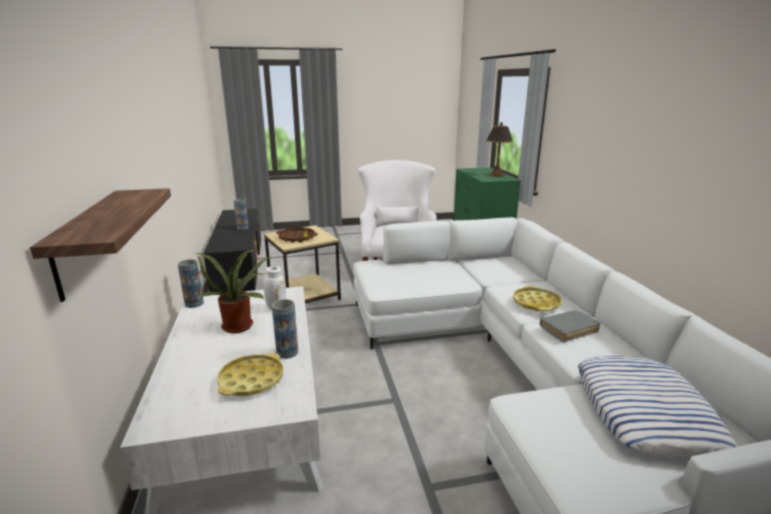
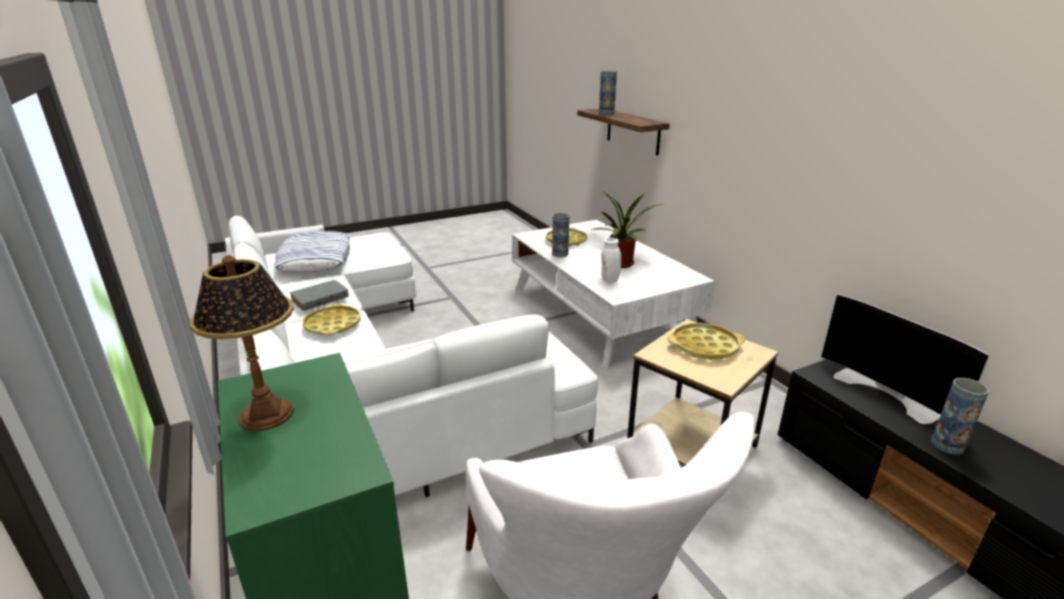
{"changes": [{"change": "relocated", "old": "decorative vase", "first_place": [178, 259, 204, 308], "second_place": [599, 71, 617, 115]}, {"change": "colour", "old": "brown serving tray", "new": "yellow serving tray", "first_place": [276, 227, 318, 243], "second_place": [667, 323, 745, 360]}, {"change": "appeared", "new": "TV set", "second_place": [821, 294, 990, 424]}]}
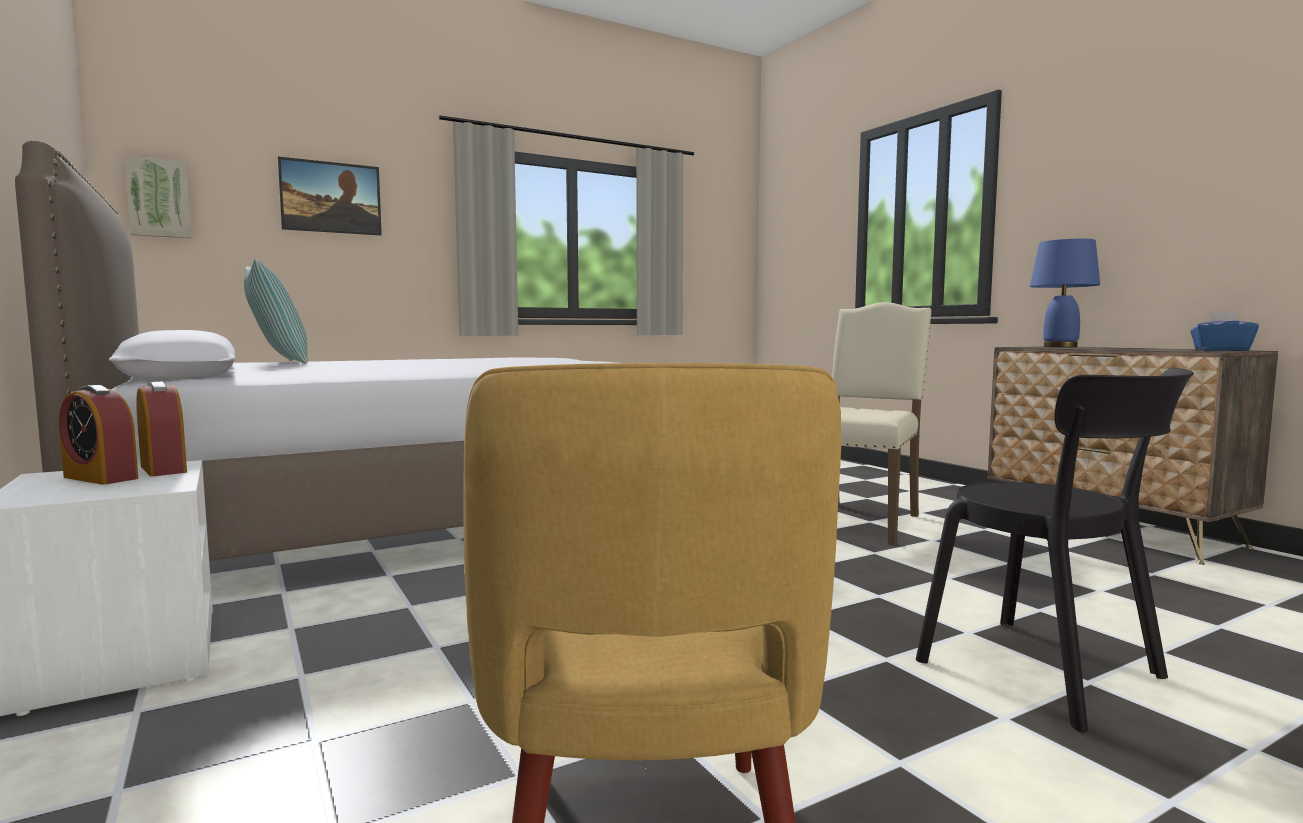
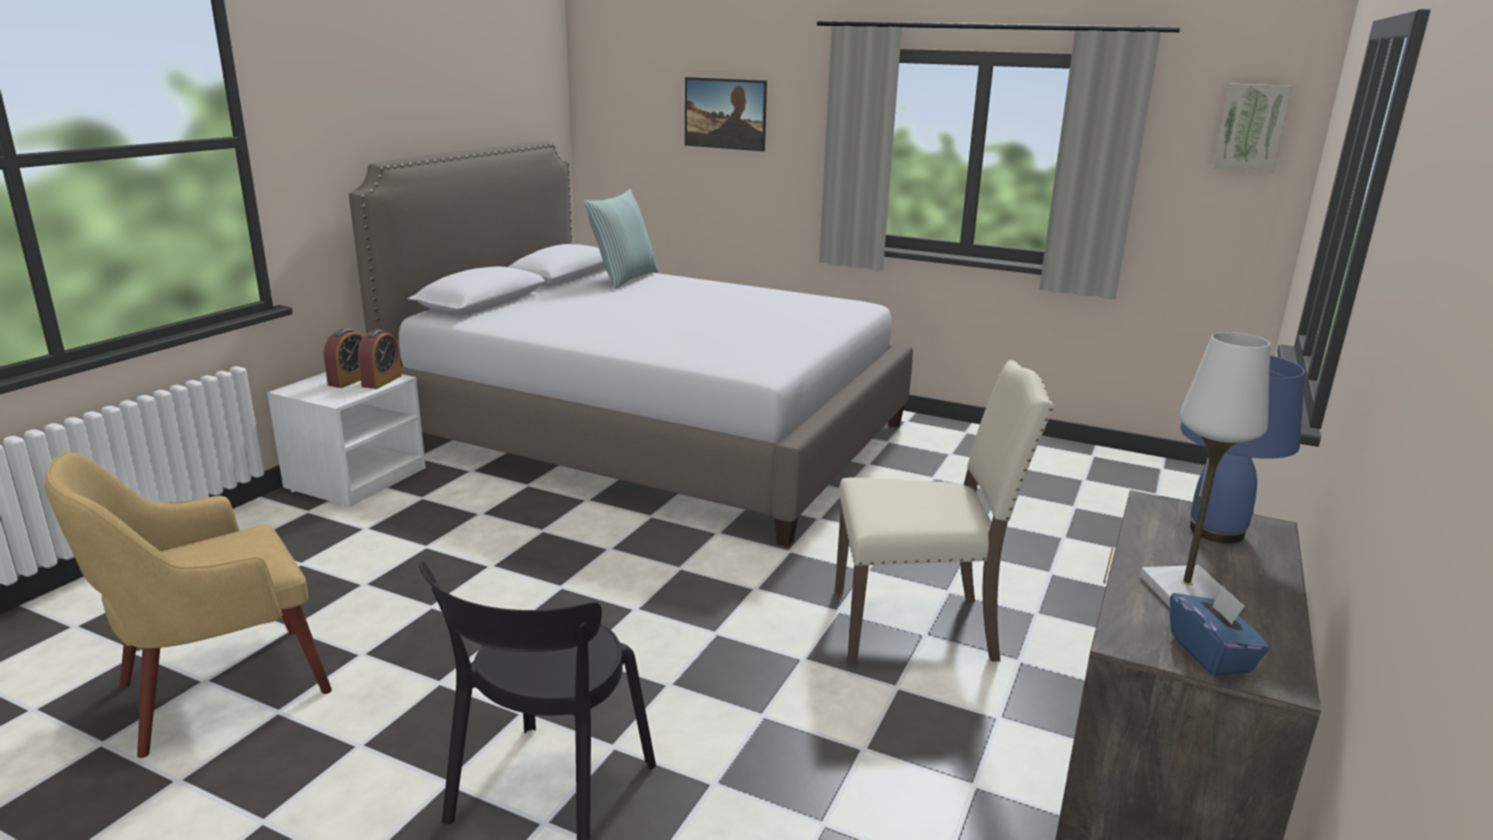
{"changes": [{"change": "spun", "old": "table clock", "first_place": [59, 385, 138, 485], "second_place": [324, 329, 363, 388], "degrees": -150}, {"change": "appeared", "new": "white lamp for a table", "second_place": [1140, 332, 1270, 607]}, {"change": "relocated", "old": "wall picture", "first_place": [124, 155, 192, 238], "second_place": [1213, 83, 1292, 173]}]}
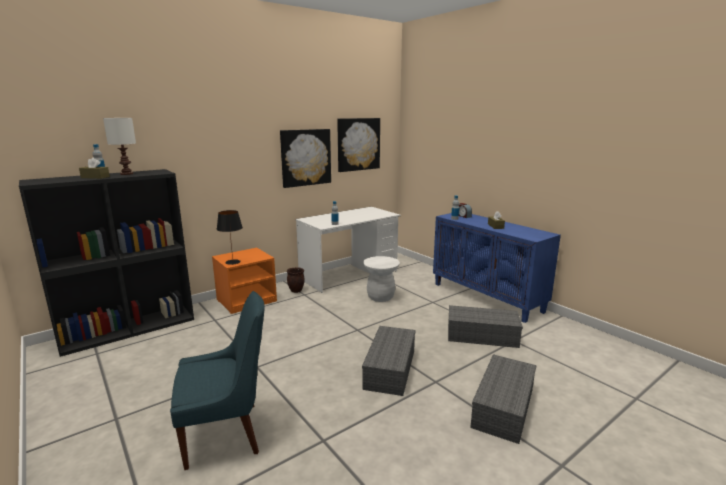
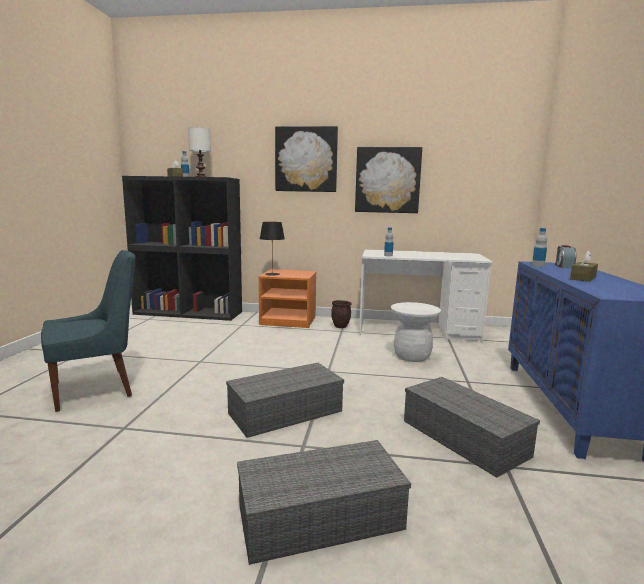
{"changes": [{"change": "spun", "old": "blue-coloured plain chair", "first_place": [170, 291, 265, 470], "second_place": [41, 250, 136, 412], "degrees": -60}, {"change": "relocated", "old": "wall picture", "first_place": [337, 118, 380, 172], "second_place": [275, 126, 338, 192]}]}
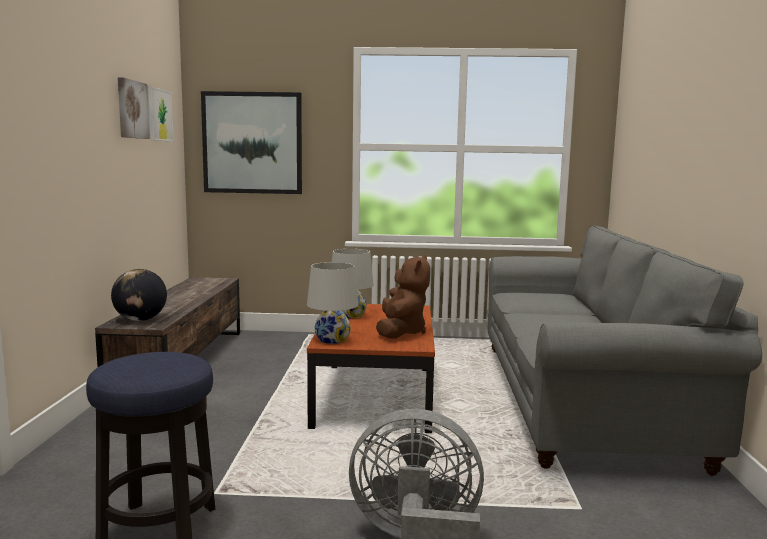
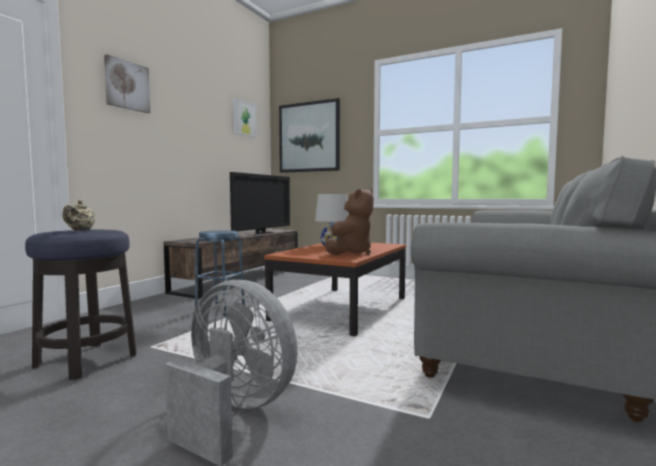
{"changes": [{"change": "appeared", "new": "sand-coloured pot for tea", "second_place": [62, 200, 95, 231]}, {"change": "relocated", "old": "wall picture", "first_place": [118, 77, 150, 139], "second_place": [104, 54, 150, 113]}, {"change": "appeared", "new": "blue-coloured sitting stool", "second_place": [195, 230, 245, 317]}, {"change": "appeared", "new": "TV set", "second_place": [230, 172, 290, 235]}, {"change": "missing", "old": "world globe", "first_place": [111, 269, 167, 321]}, {"change": "missing", "old": "white lamp for a table", "first_place": [307, 262, 358, 344]}]}
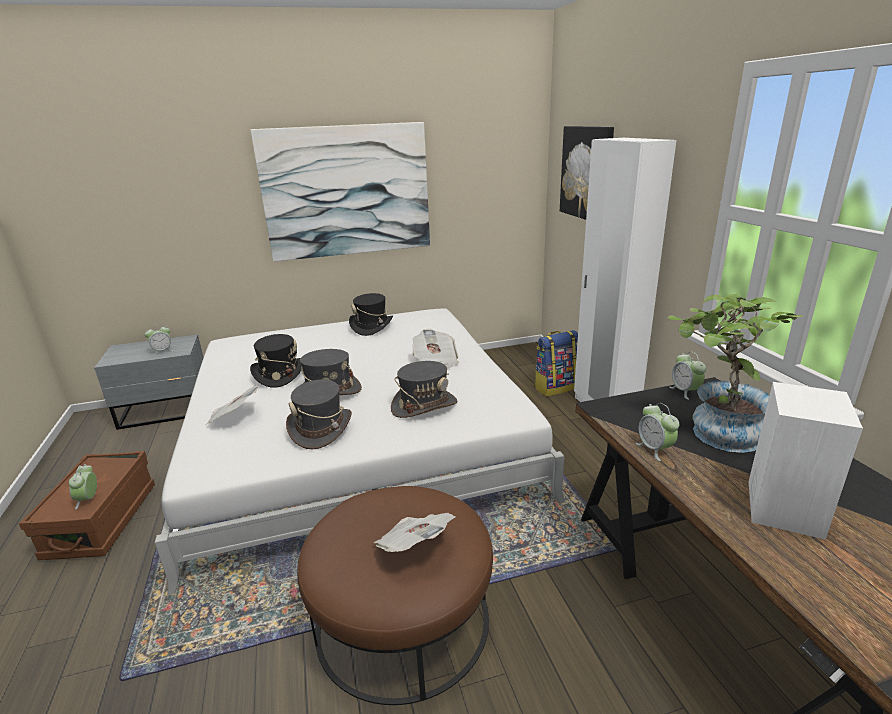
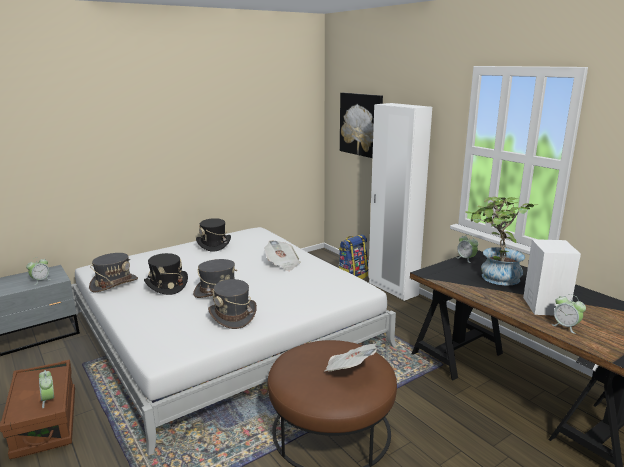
{"changes": [{"change": "relocated", "old": "greyish wearable hat", "first_place": [391, 361, 458, 418], "second_place": [89, 253, 138, 292]}, {"change": "relocated", "old": "table clock", "first_place": [636, 403, 679, 461], "second_place": [551, 294, 586, 334]}, {"change": "missing", "old": "daily paper", "first_place": [207, 384, 259, 424]}, {"change": "missing", "old": "wall picture", "first_place": [250, 122, 430, 262]}]}
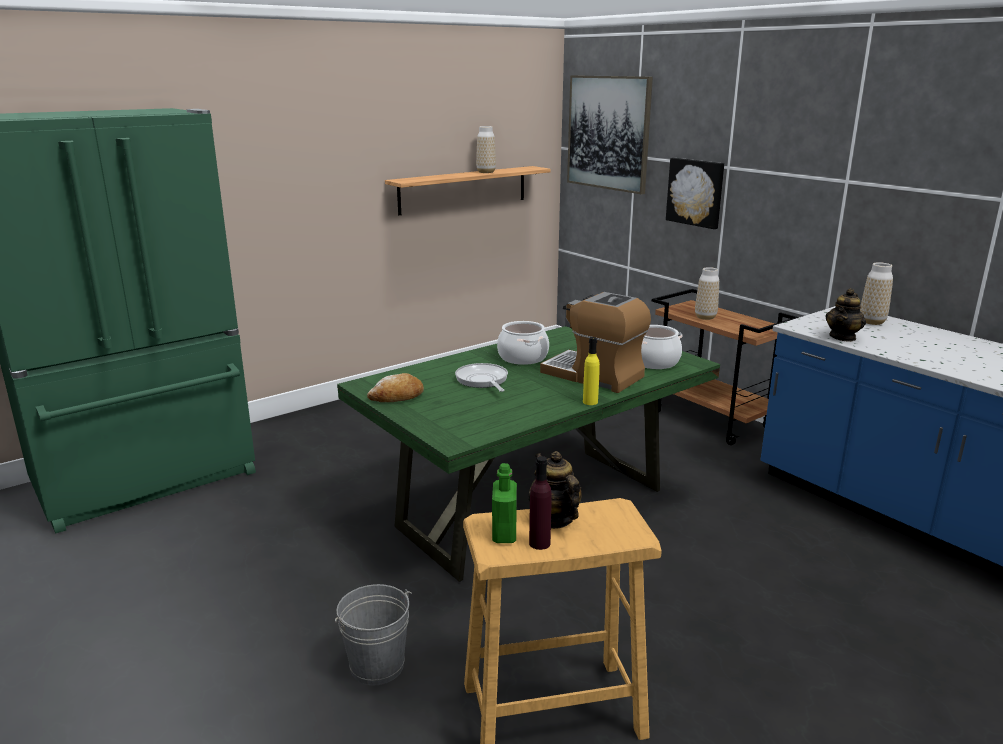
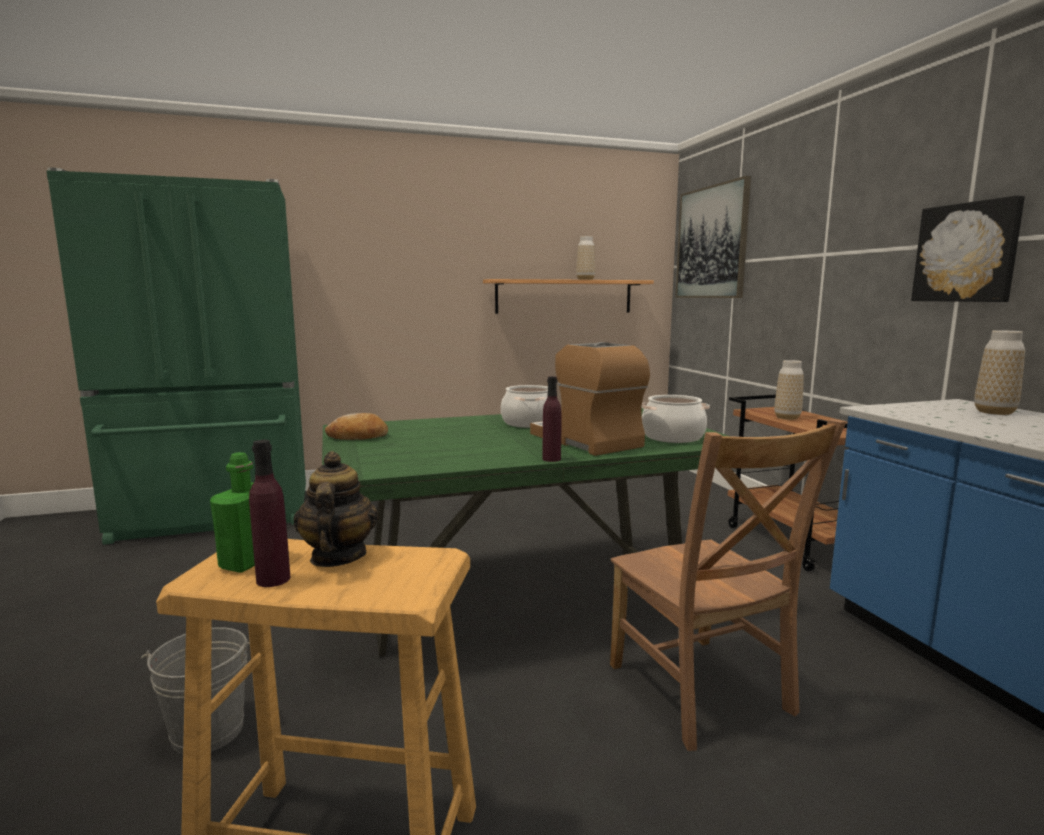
{"changes": [{"change": "colour", "old": "yellow beverage bottle", "new": "purple beverage bottle", "first_place": [583, 337, 600, 405], "second_place": [542, 376, 562, 462]}, {"change": "appeared", "new": "brown plain chair", "second_place": [610, 419, 846, 751]}, {"change": "relocated", "old": "wall picture", "first_place": [666, 158, 724, 229], "second_place": [911, 195, 1025, 302]}, {"change": "missing", "old": "skillet", "first_place": [455, 363, 508, 392]}, {"change": "missing", "old": "pot for tea", "first_place": [825, 288, 866, 342]}]}
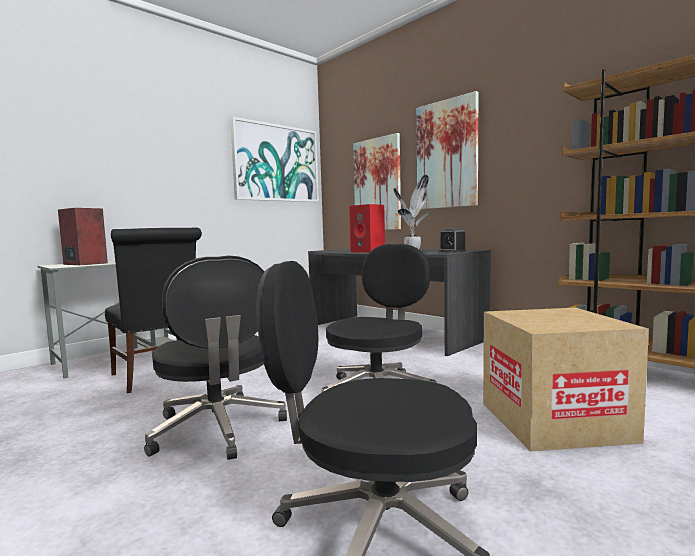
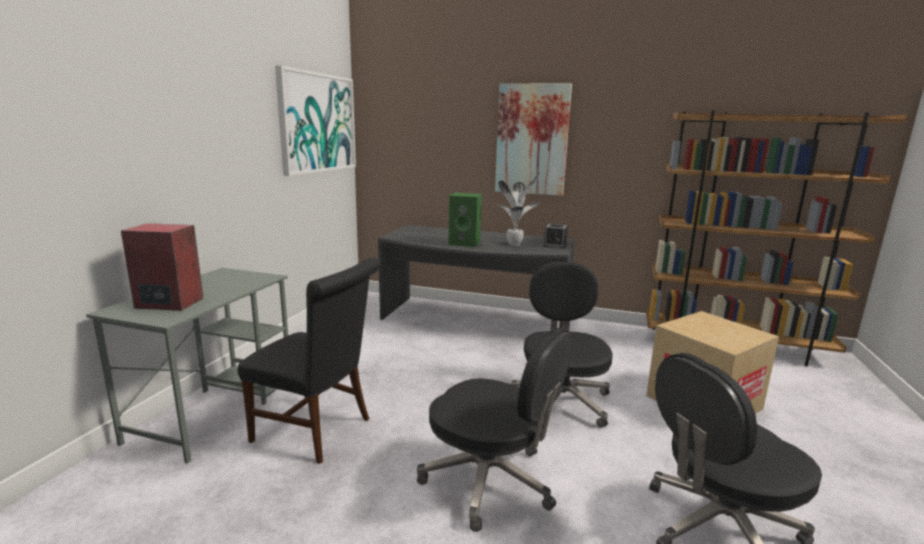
{"changes": [{"change": "colour", "old": "red-coloured audio speaker", "new": "greenish audio speaker", "first_place": [349, 204, 385, 253], "second_place": [448, 193, 482, 247]}, {"change": "missing", "old": "wall picture", "first_place": [353, 133, 401, 230]}]}
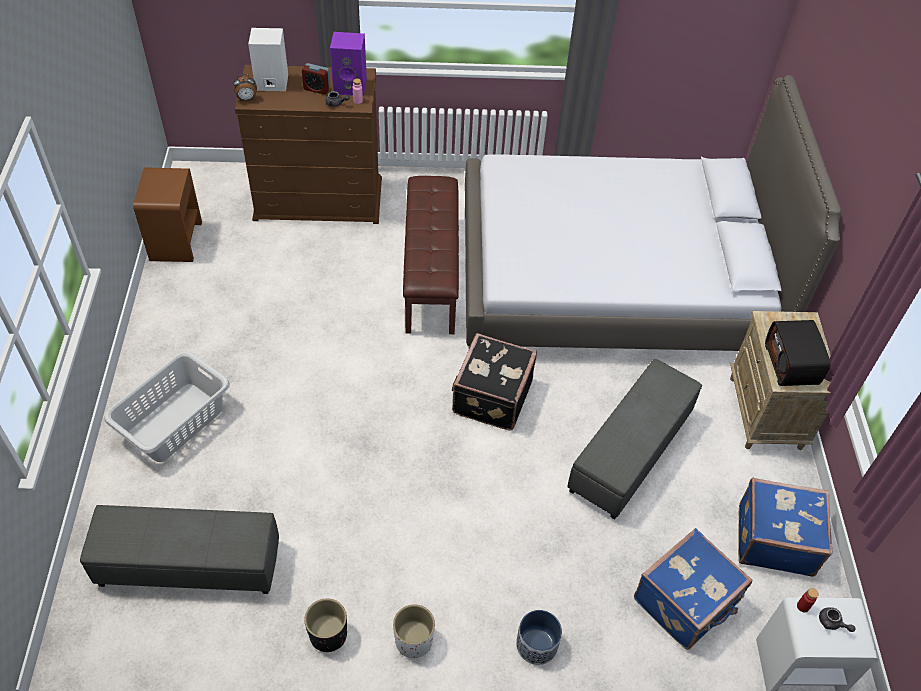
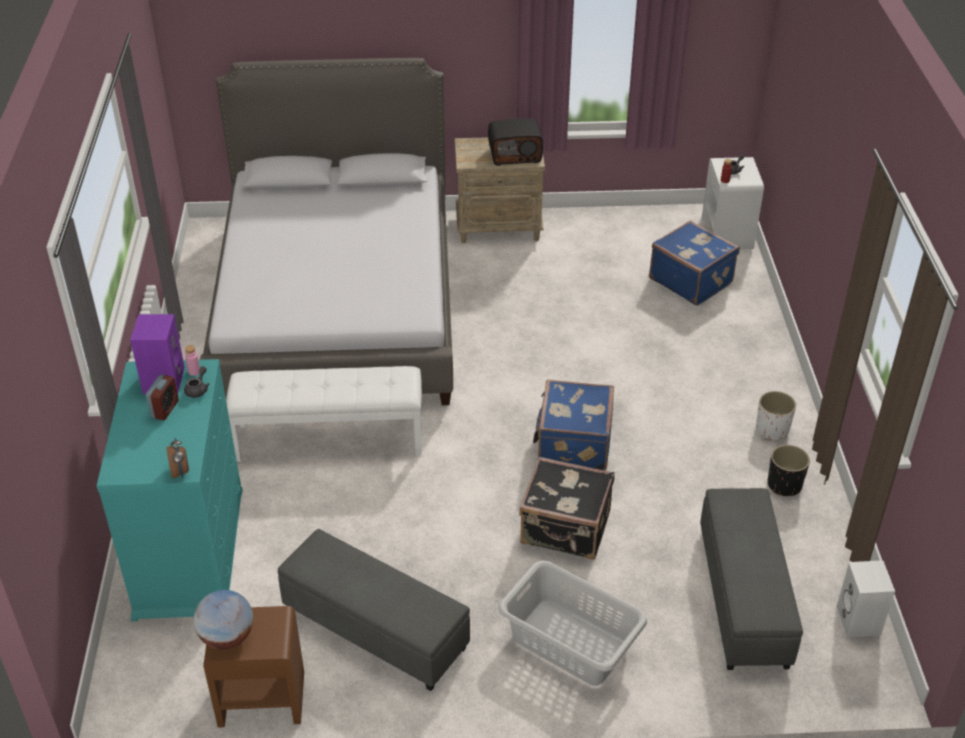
{"changes": [{"change": "colour", "old": "brown drawer chest", "new": "turquoise-coloured drawer chest", "first_place": [235, 65, 382, 224], "second_place": [97, 359, 243, 621]}, {"change": "appeared", "new": "world globe", "second_place": [194, 590, 253, 649]}, {"change": "colour", "old": "brown bench", "new": "white bench", "first_place": [403, 176, 459, 334], "second_place": [226, 366, 422, 462]}, {"change": "relocated", "old": "greyish ottoman", "first_place": [567, 359, 702, 520], "second_place": [278, 529, 470, 691]}, {"change": "relocated", "old": "black-coloured suitcase", "first_place": [452, 333, 537, 431], "second_place": [519, 457, 615, 559]}, {"change": "relocated", "old": "blue-coloured suitcase", "first_place": [738, 478, 833, 577], "second_place": [533, 379, 614, 471]}, {"change": "relocated", "old": "white audio speaker", "first_place": [248, 28, 288, 91], "second_place": [836, 560, 895, 638]}, {"change": "missing", "old": "planter", "first_place": [516, 610, 562, 665]}]}
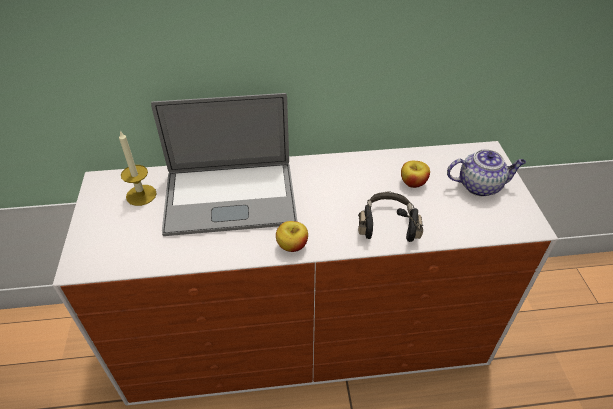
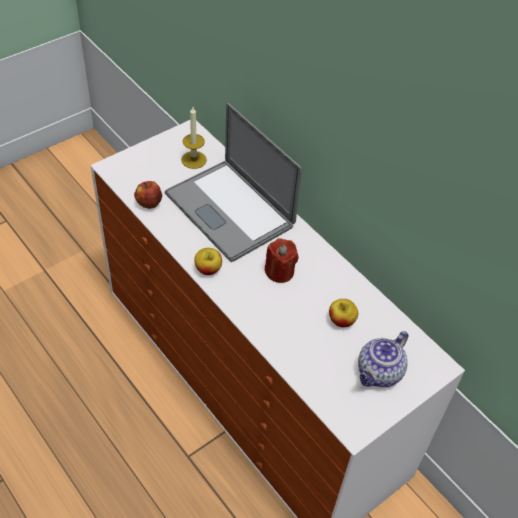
{"changes": [{"change": "appeared", "new": "apple fruit", "second_place": [134, 181, 162, 209]}, {"change": "appeared", "new": "red-coloured wax candle", "second_place": [265, 238, 299, 283]}, {"change": "spun", "old": "pot for tea", "first_place": [447, 149, 526, 196], "second_place": [358, 331, 408, 387], "degrees": 75}, {"change": "missing", "old": "black-coloured headphones", "first_place": [358, 191, 423, 242]}]}
